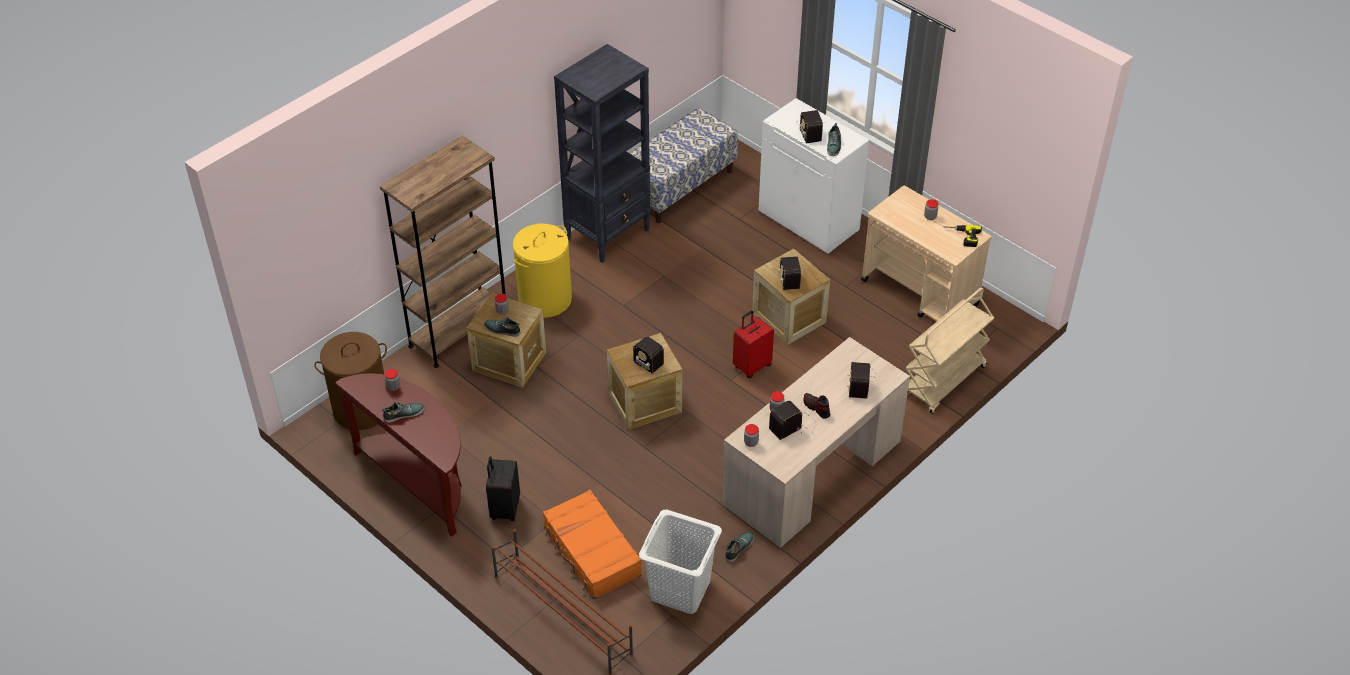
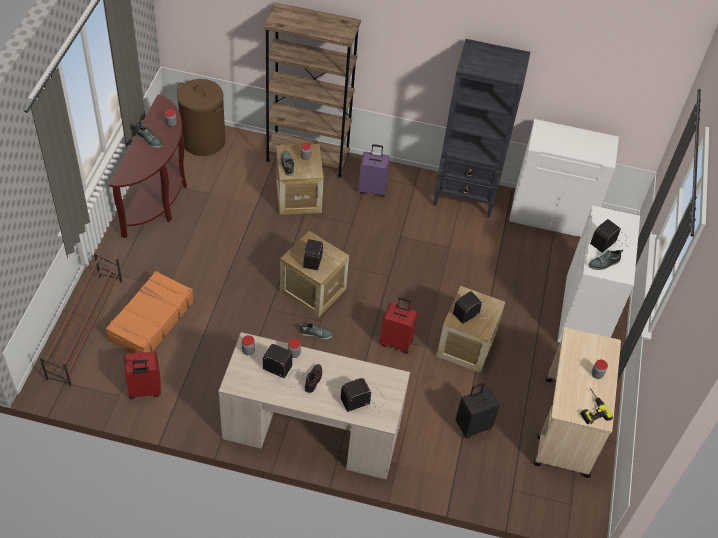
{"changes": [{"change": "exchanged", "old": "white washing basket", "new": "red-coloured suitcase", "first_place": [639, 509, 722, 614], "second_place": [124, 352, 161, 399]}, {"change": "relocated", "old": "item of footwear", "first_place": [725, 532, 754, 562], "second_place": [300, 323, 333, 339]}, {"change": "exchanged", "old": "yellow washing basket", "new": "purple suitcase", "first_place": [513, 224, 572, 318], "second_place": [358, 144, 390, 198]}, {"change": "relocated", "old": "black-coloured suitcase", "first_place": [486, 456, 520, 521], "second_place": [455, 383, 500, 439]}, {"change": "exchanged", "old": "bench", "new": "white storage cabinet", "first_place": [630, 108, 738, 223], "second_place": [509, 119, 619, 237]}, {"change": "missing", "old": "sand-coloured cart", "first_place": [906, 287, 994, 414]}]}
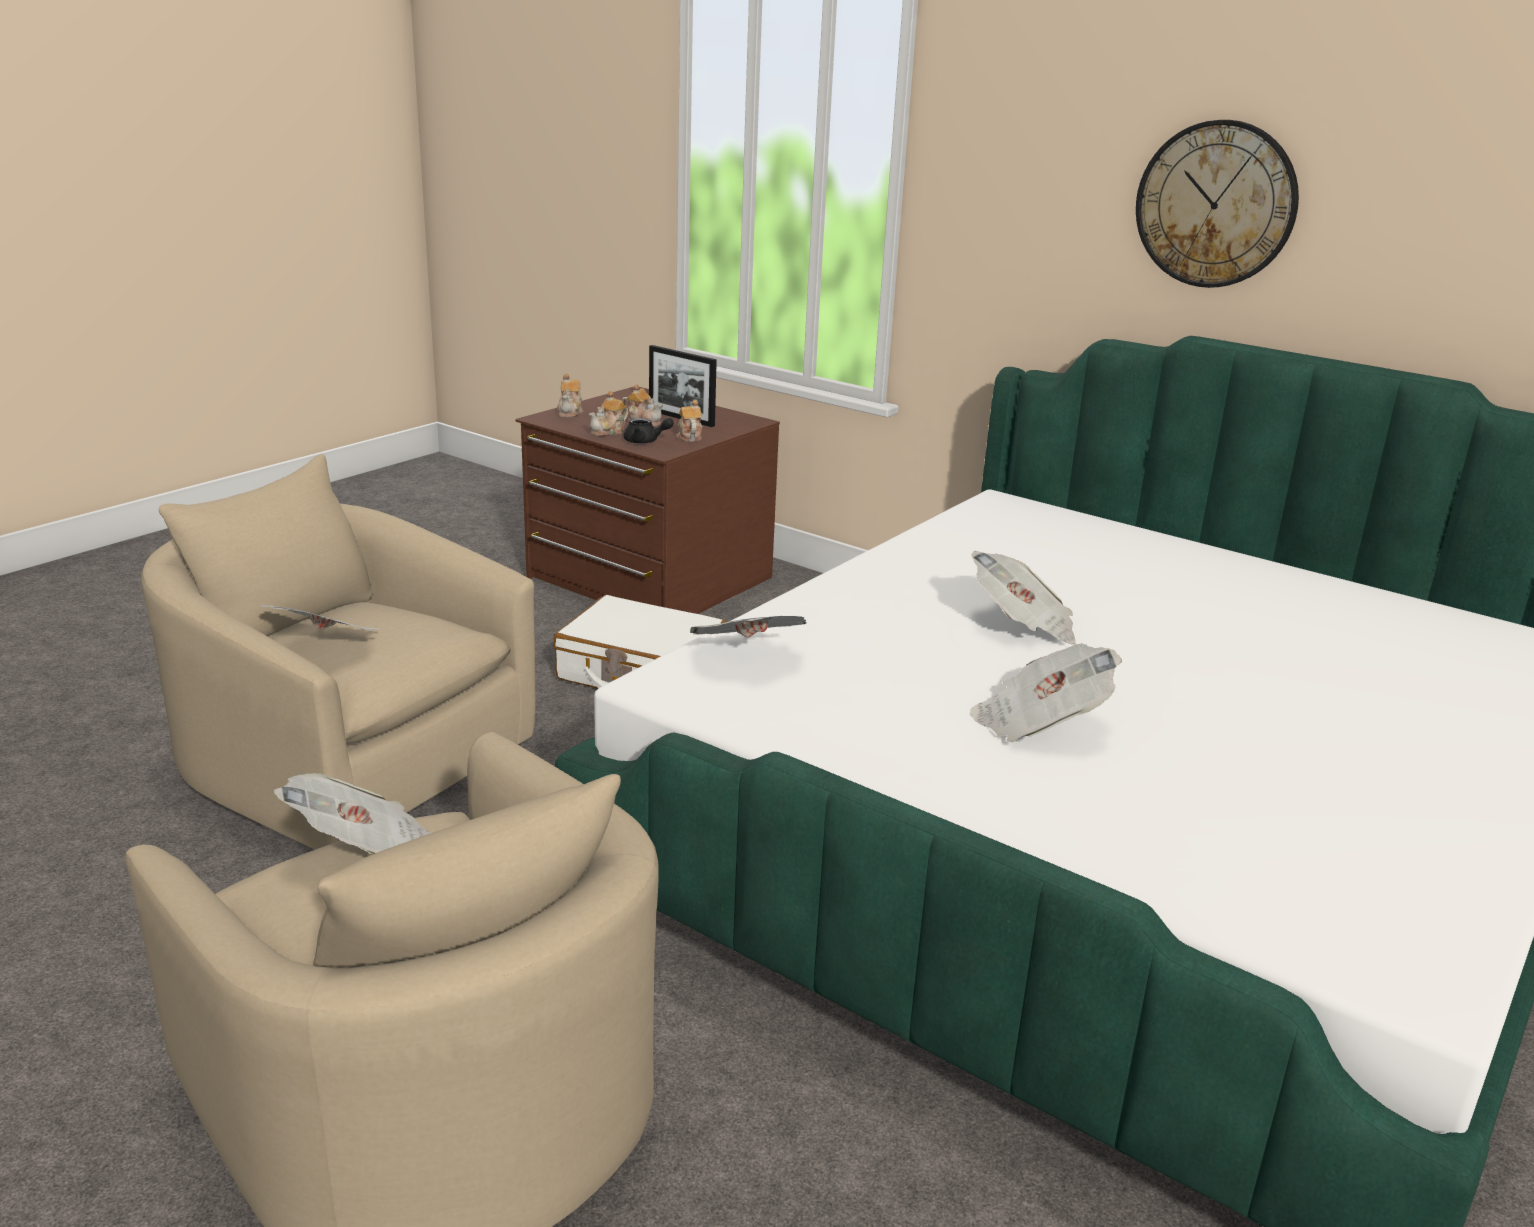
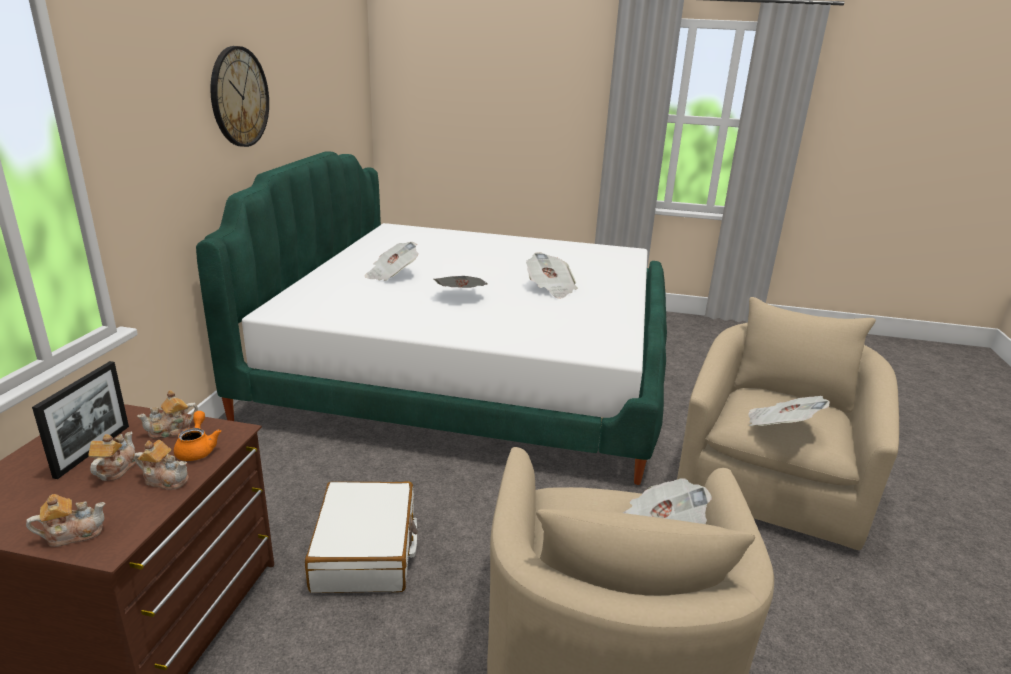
{"changes": [{"change": "colour", "old": "black-coloured pot for tea", "new": "orange pot for tea", "first_place": [624, 418, 674, 444], "second_place": [174, 411, 221, 461]}, {"change": "relocated", "old": "daily paper", "first_place": [690, 616, 806, 638], "second_place": [365, 242, 418, 281]}]}
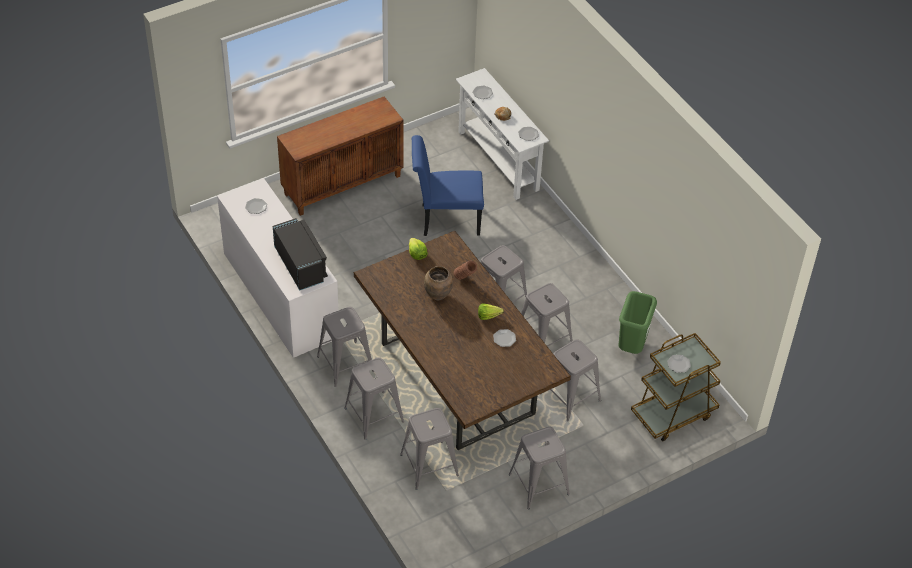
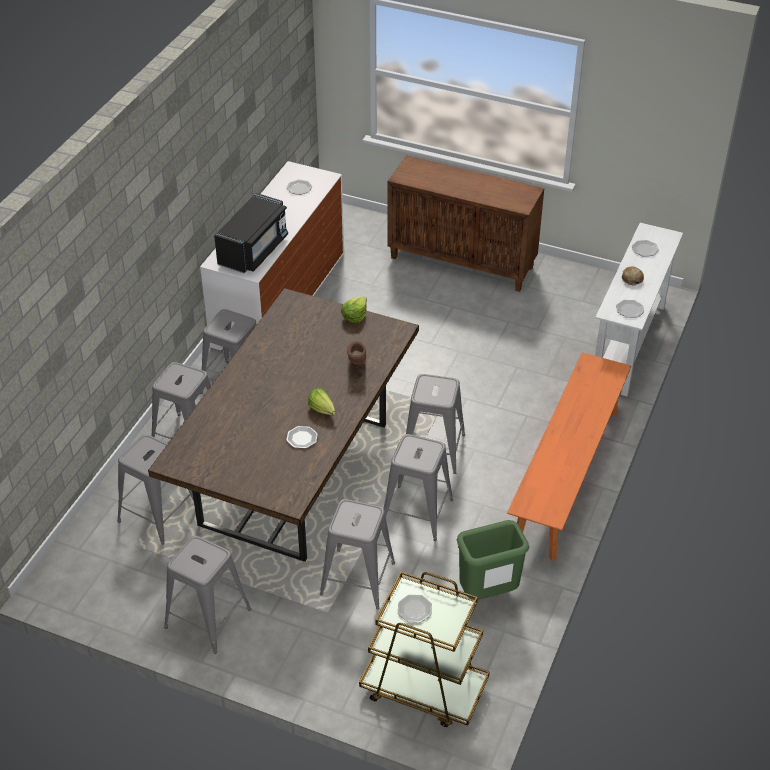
{"changes": [{"change": "appeared", "new": "orange bench", "second_place": [507, 352, 631, 561]}, {"change": "missing", "old": "blue-coloured plain chair", "first_place": [412, 135, 484, 236]}, {"change": "missing", "old": "brown decorative vase", "first_place": [424, 266, 453, 300]}]}
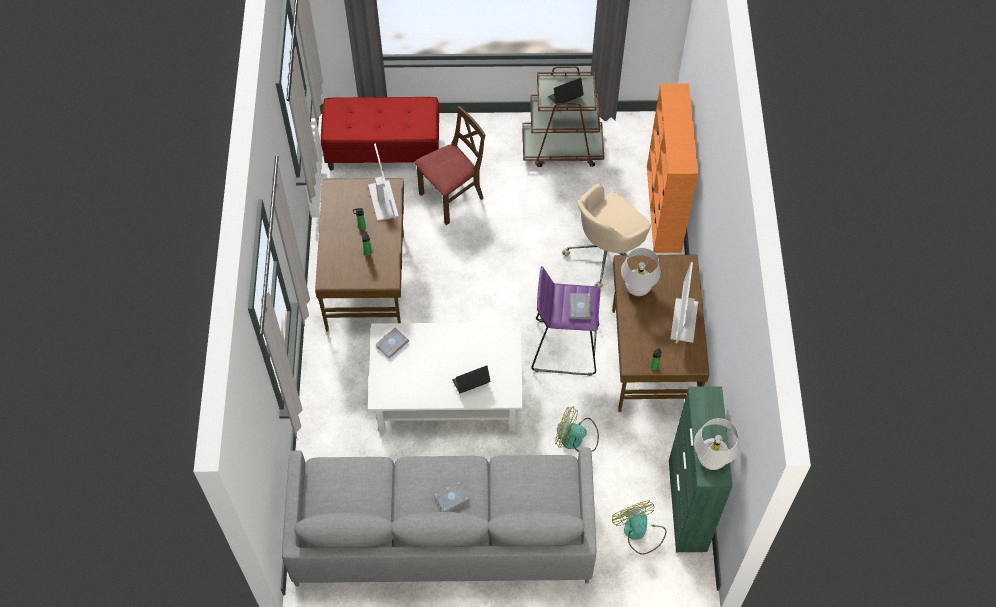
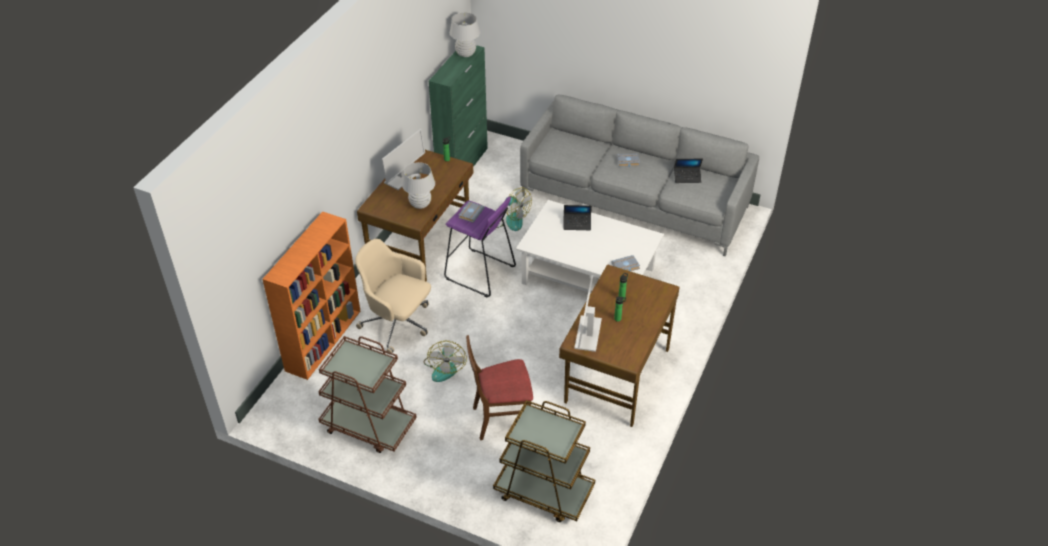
{"changes": [{"change": "spun", "old": "sand-coloured desk chair", "first_place": [562, 183, 651, 289], "second_place": [355, 239, 431, 355], "degrees": -135}, {"change": "relocated", "old": "fan", "first_place": [612, 501, 666, 555], "second_place": [424, 341, 467, 382]}, {"change": "exchanged", "old": "red-coloured bench", "new": "brown cart", "first_place": [321, 97, 439, 171], "second_place": [493, 400, 595, 522]}, {"change": "relocated", "old": "notebook computer", "first_place": [548, 78, 584, 106], "second_place": [674, 159, 703, 183]}]}
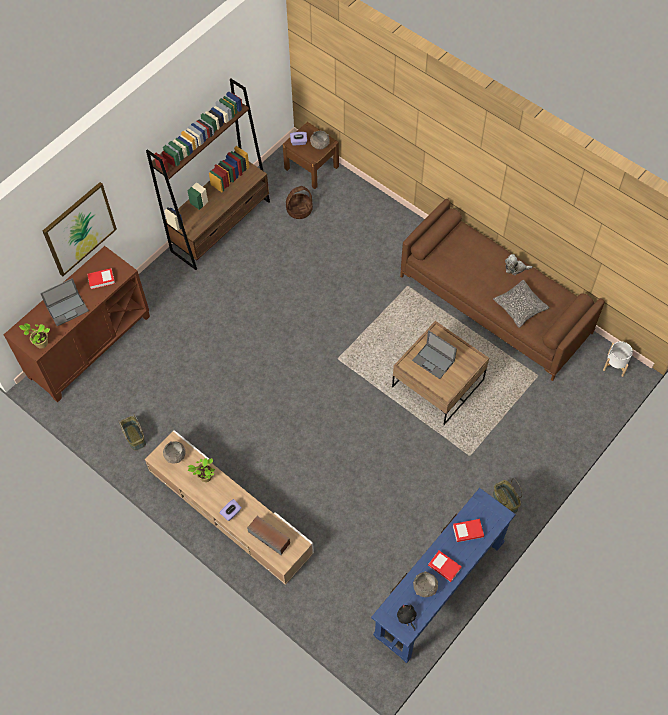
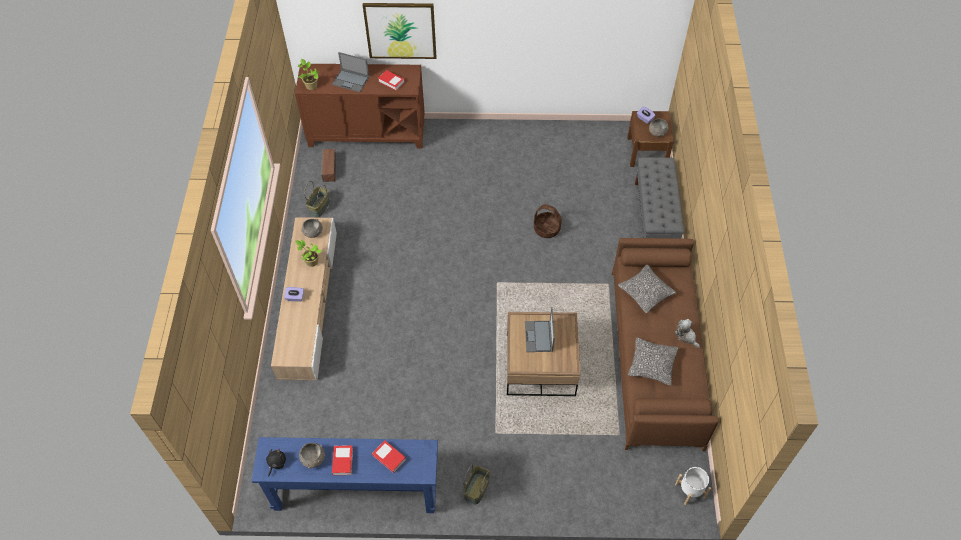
{"changes": [{"change": "relocated", "old": "audio speaker", "first_place": [247, 516, 290, 555], "second_place": [321, 149, 336, 182]}, {"change": "relocated", "old": "basket", "first_place": [286, 186, 313, 219], "second_place": [534, 204, 562, 238]}, {"change": "appeared", "new": "throw pillow", "second_place": [618, 265, 676, 313]}, {"change": "appeared", "new": "greyish bench", "second_place": [635, 157, 684, 239]}, {"change": "missing", "old": "brown bookcase", "first_place": [146, 79, 270, 270]}]}
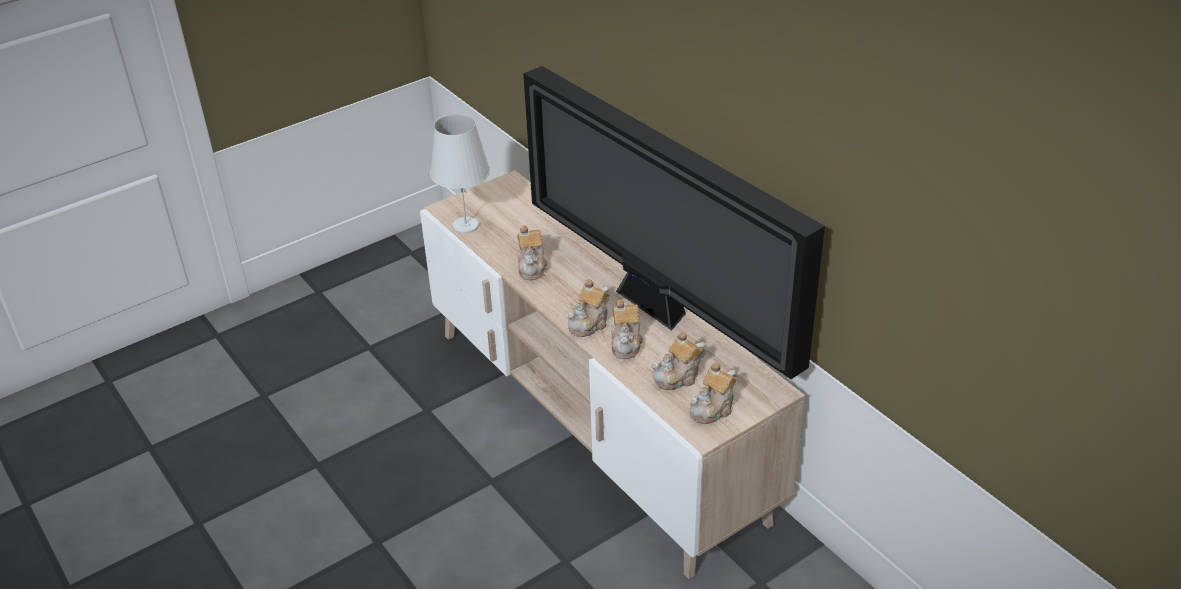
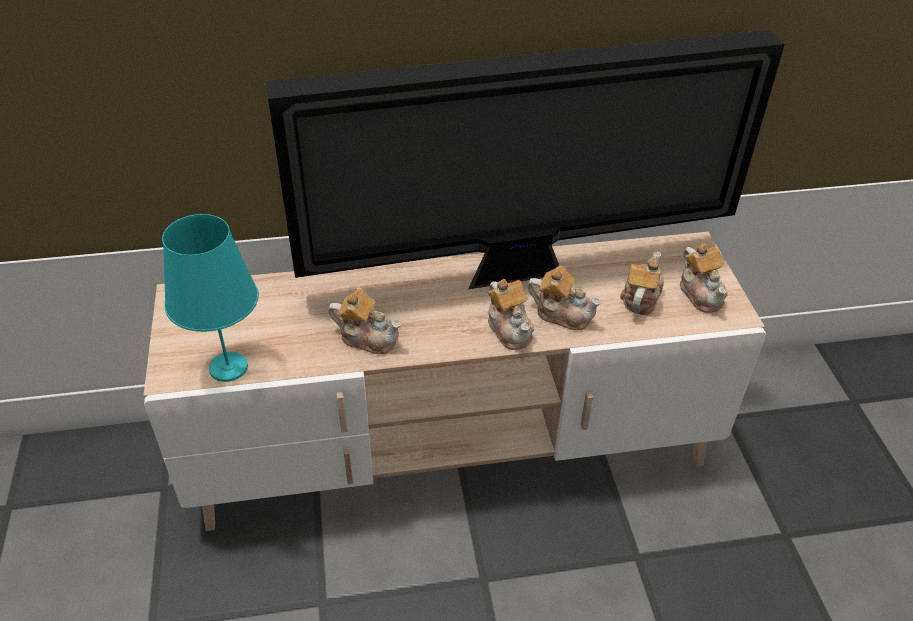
{"changes": [{"change": "colour", "old": "white lamp for a table", "new": "turquoise-coloured lamp for a table", "first_place": [430, 114, 490, 233], "second_place": [162, 214, 259, 382]}, {"change": "spun", "old": "pot for tea", "first_place": [650, 332, 707, 390], "second_place": [620, 251, 664, 315], "degrees": -150}]}
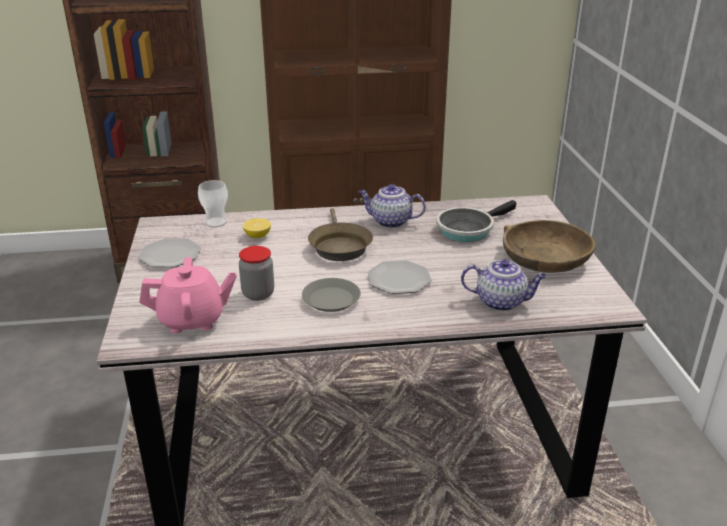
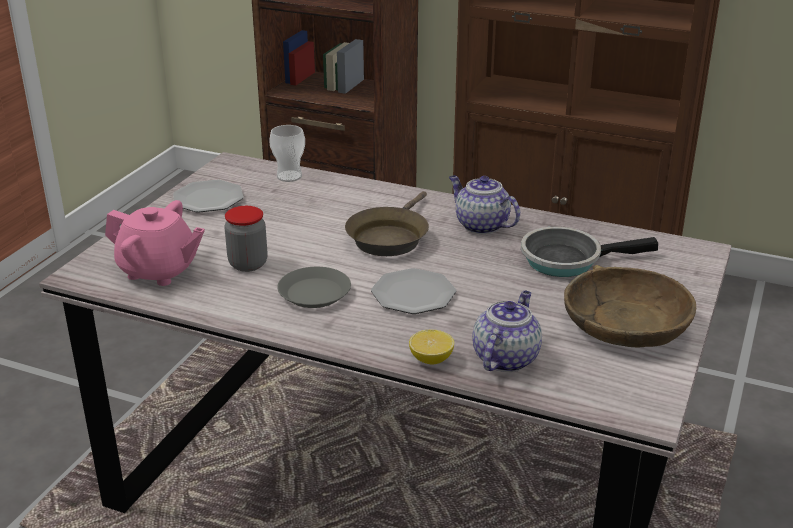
{"changes": [{"change": "relocated", "old": "citrus fruit", "first_place": [243, 218, 271, 238], "second_place": [409, 330, 454, 365]}, {"change": "spun", "old": "pot for tea", "first_place": [461, 259, 547, 311], "second_place": [472, 291, 542, 372], "degrees": -105}]}
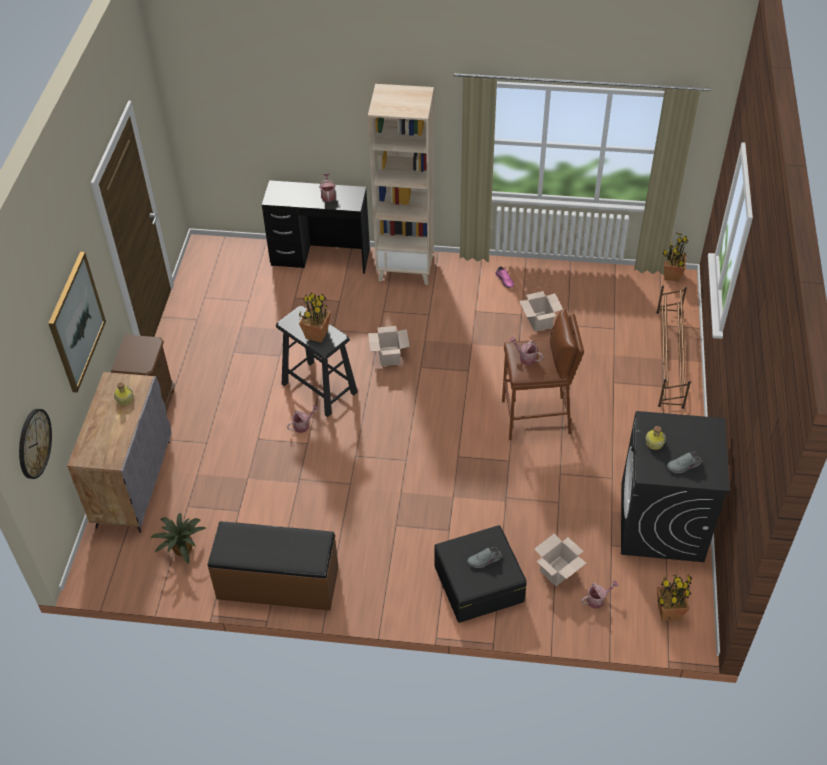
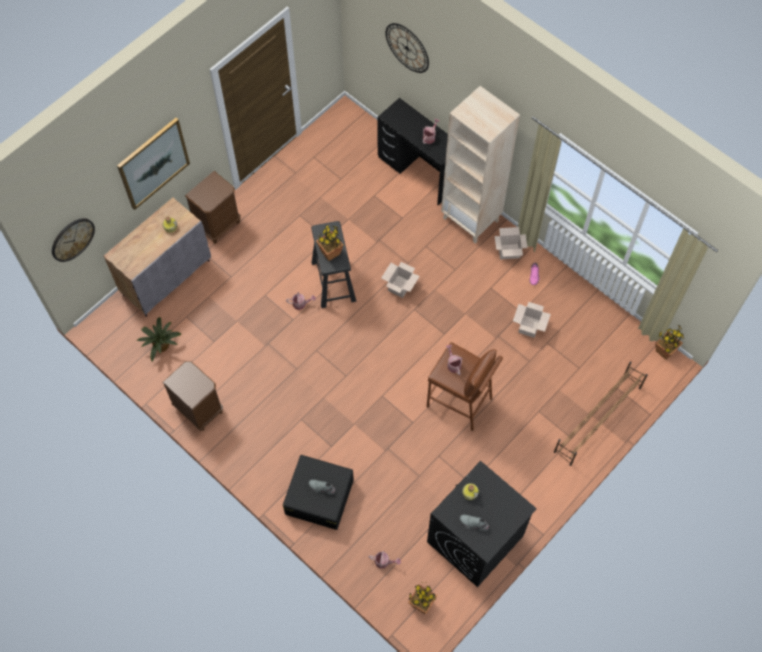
{"changes": [{"change": "exchanged", "old": "brown bench", "new": "brown nightstand", "first_place": [208, 521, 339, 611], "second_place": [163, 361, 223, 431]}, {"change": "appeared", "new": "clock on the wall", "second_place": [386, 23, 429, 73]}, {"change": "relocated", "old": "cardboard box", "first_place": [534, 534, 586, 586], "second_place": [495, 227, 528, 259]}]}
